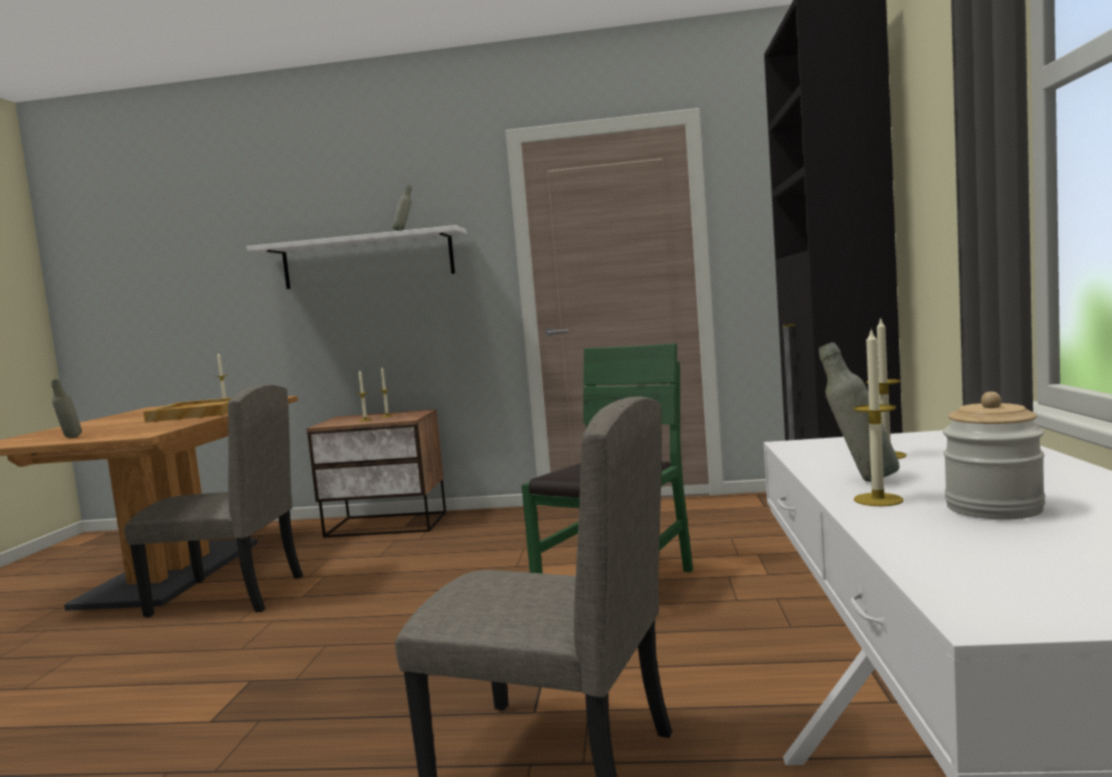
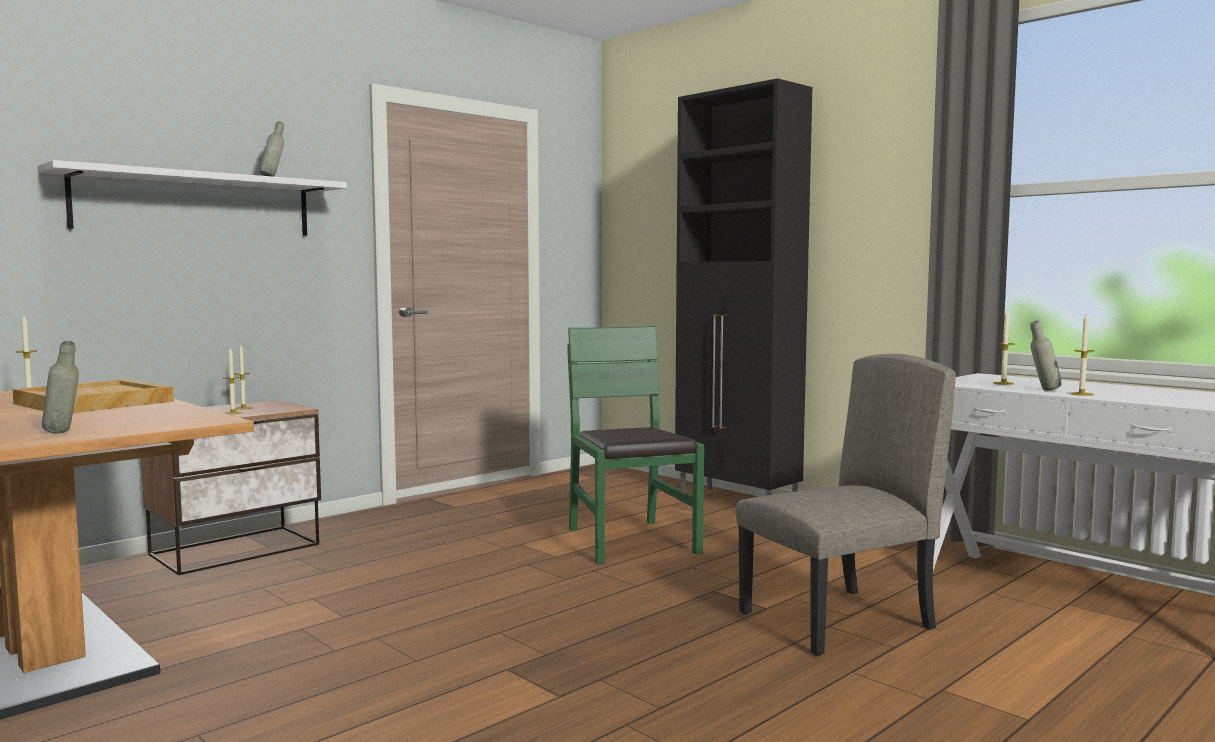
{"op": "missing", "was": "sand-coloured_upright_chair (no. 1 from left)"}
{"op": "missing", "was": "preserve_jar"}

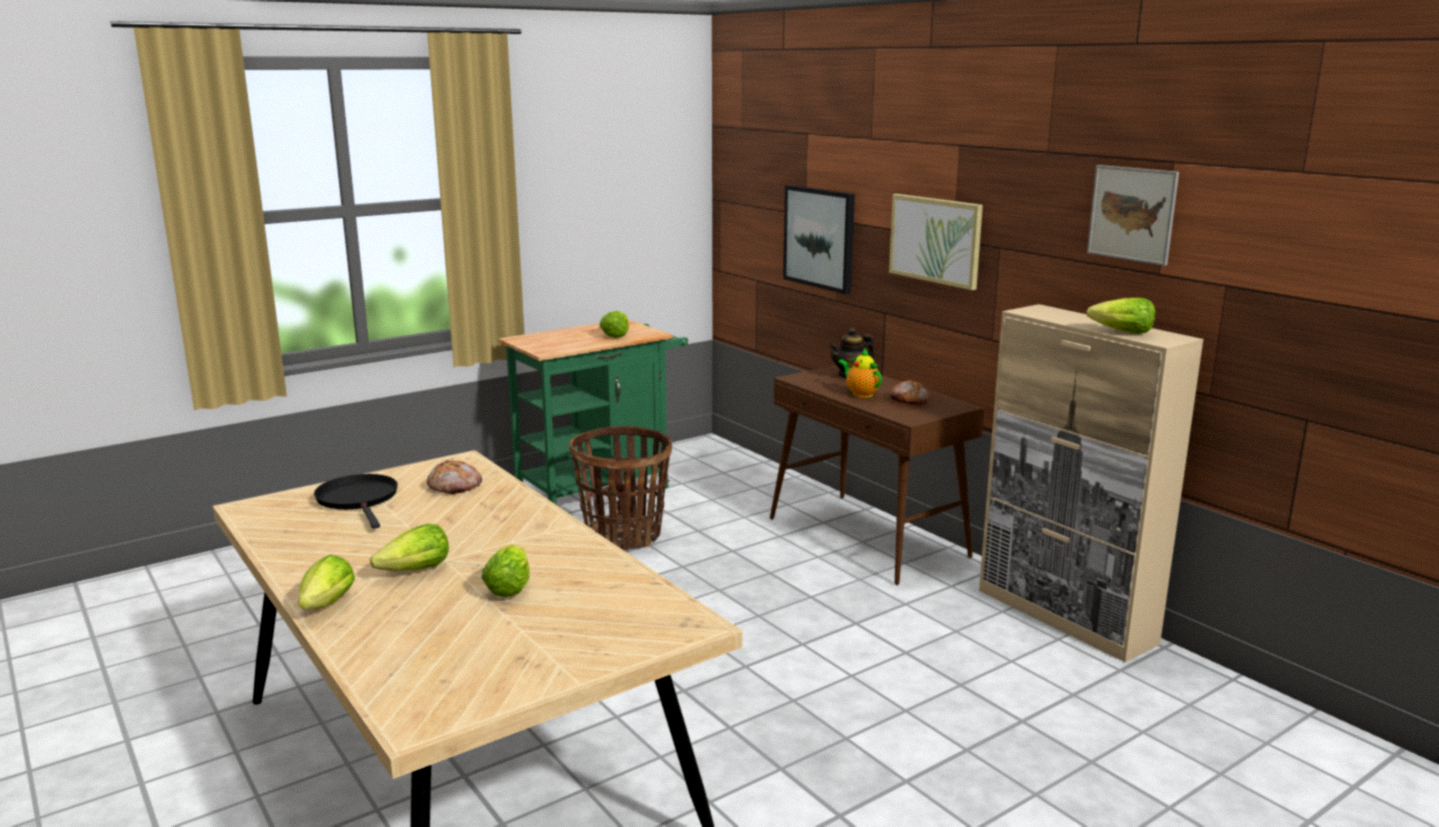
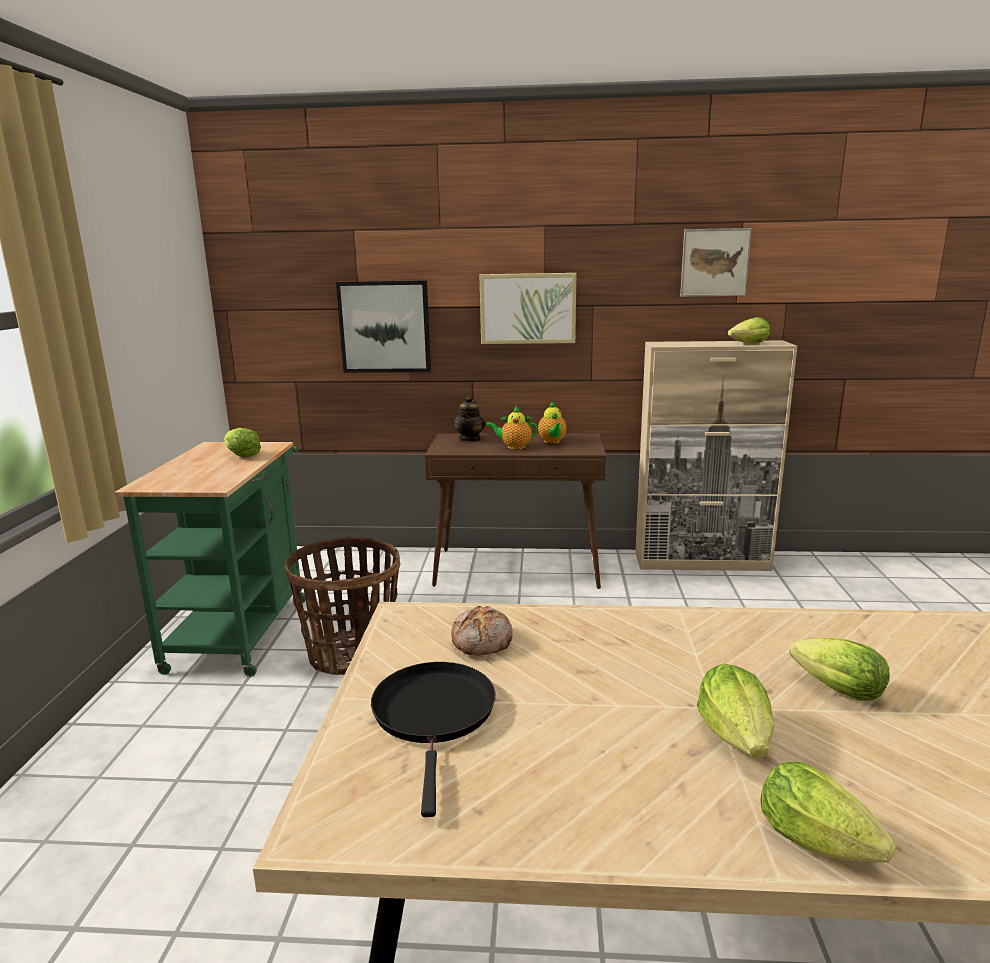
{"op": "exchanged", "was": "bread (no. 2 from left)", "now": "teapot (no. 3 from left)"}
{"op": "spun", "was": "black_pan", "clockwise": 75}

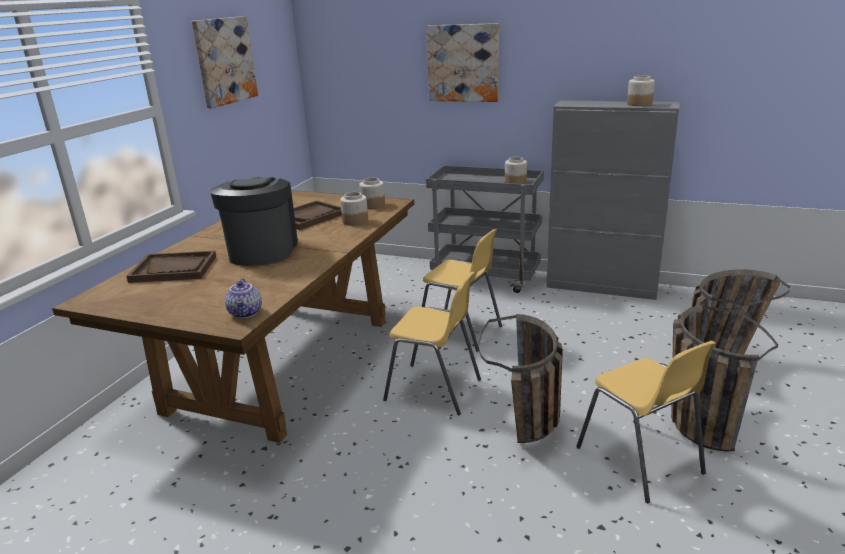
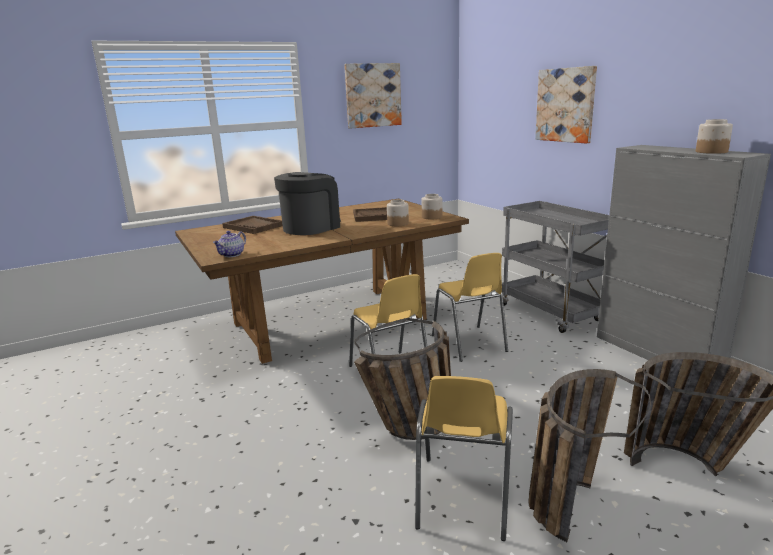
{"op": "missing", "was": "preserve_jar (no. 3 from left)"}

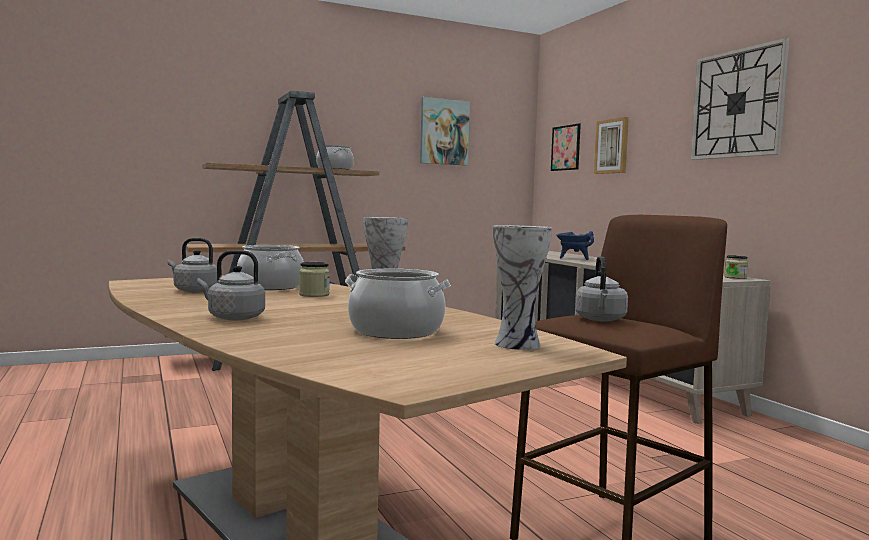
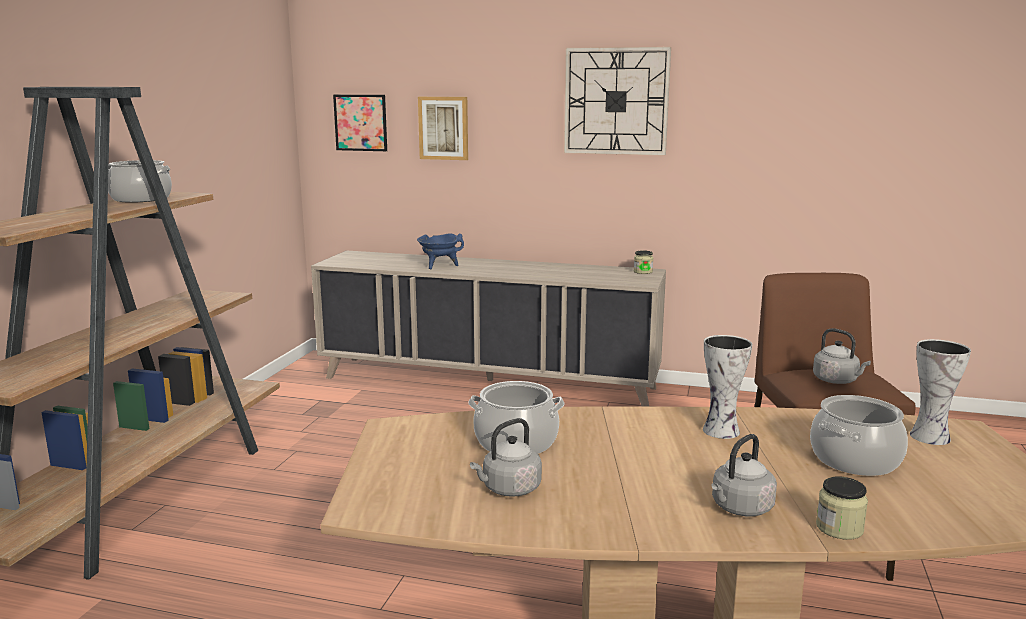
{"op": "missing", "was": "wall_art (no. 1 from left)"}
{"op": "relocated", "was": "preserve_jar (no. 1 from left in the first image)", "now": "preserve_jar (no. 2 from left)"}

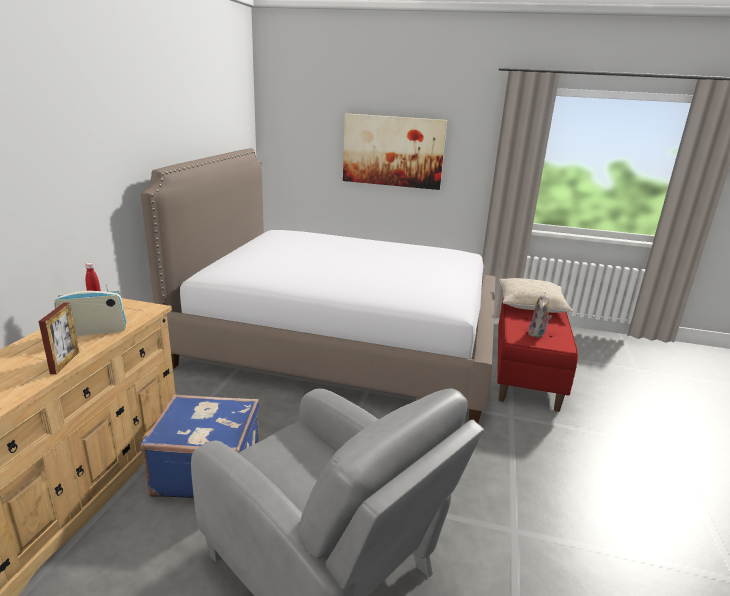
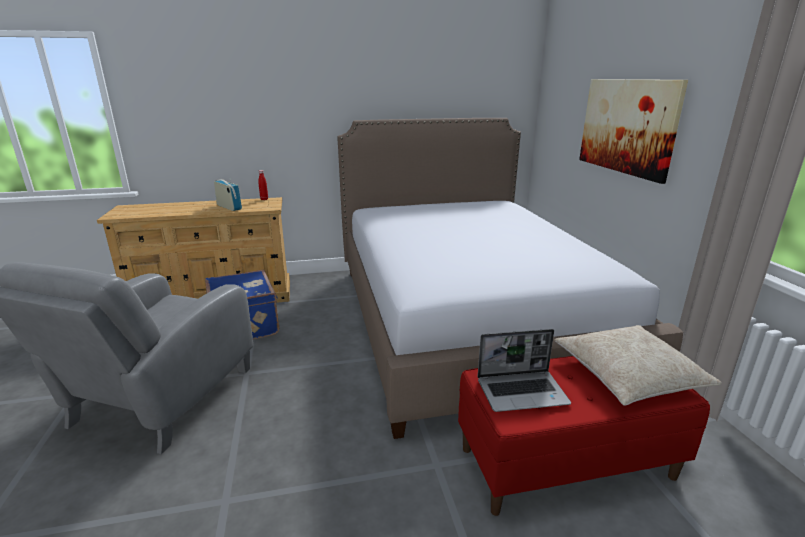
{"op": "missing", "was": "picture_frame"}
{"op": "exchanged", "was": "plush_toy", "now": "portable_computer"}

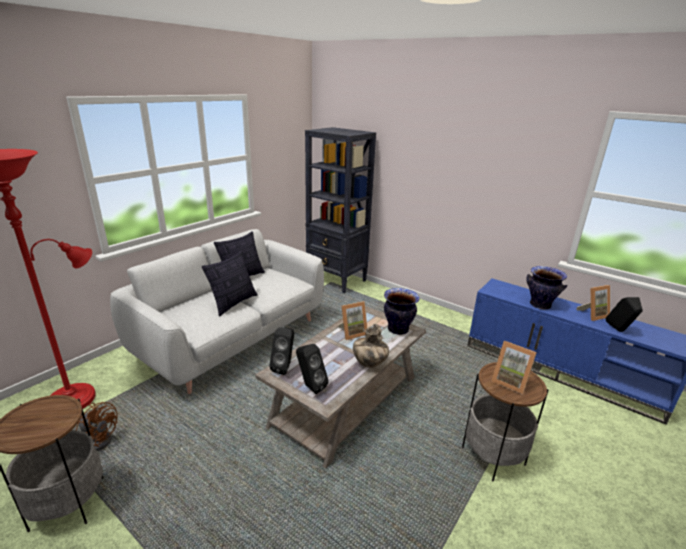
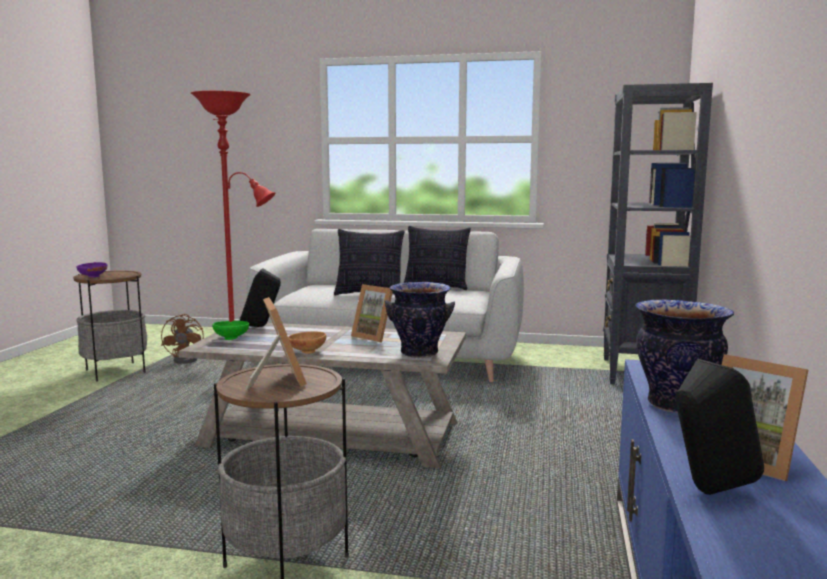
{"op": "appeared", "now": "purple-coloured_deep_dish"}
{"op": "exchanged", "was": "black_audio_speaker (no. 2 from left)", "now": "greenish_deep_dish"}
{"op": "exchanged", "was": "flower_vase (no. 1 from left)", "now": "brown_deep_dish"}
{"op": "spun", "was": "picture_frame (no. 2 from left in the first image)", "clockwise": 150}

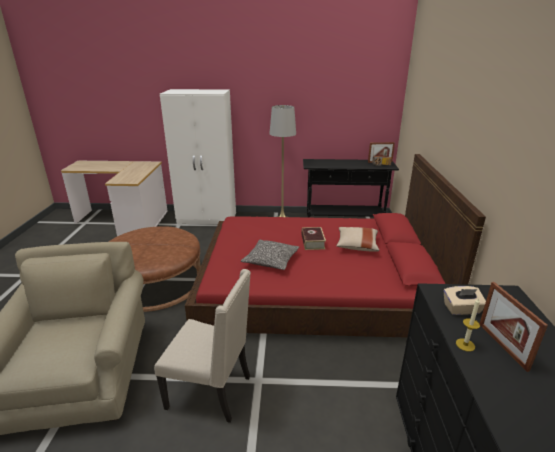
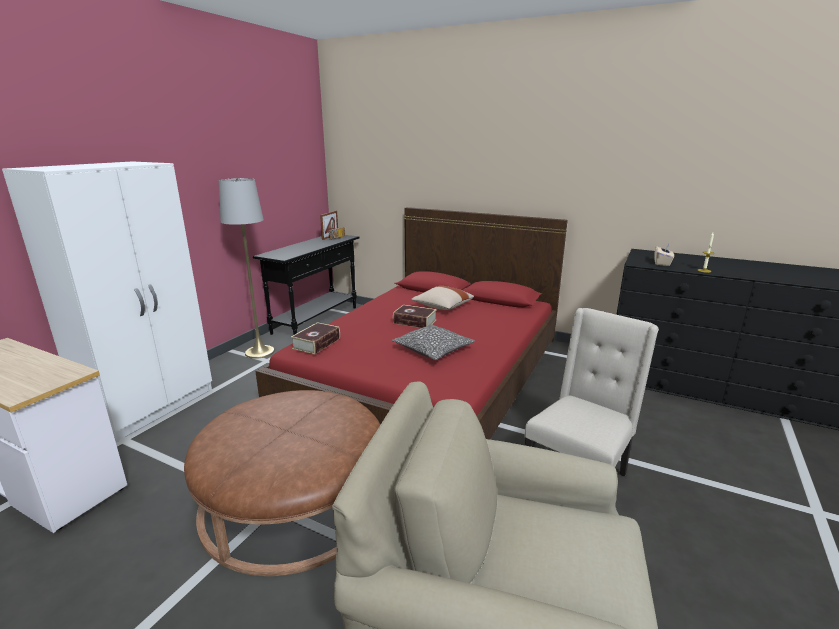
{"op": "missing", "was": "picture_frame (no. 2 from left)"}
{"op": "appeared", "now": "volume (no. 1 from left)"}

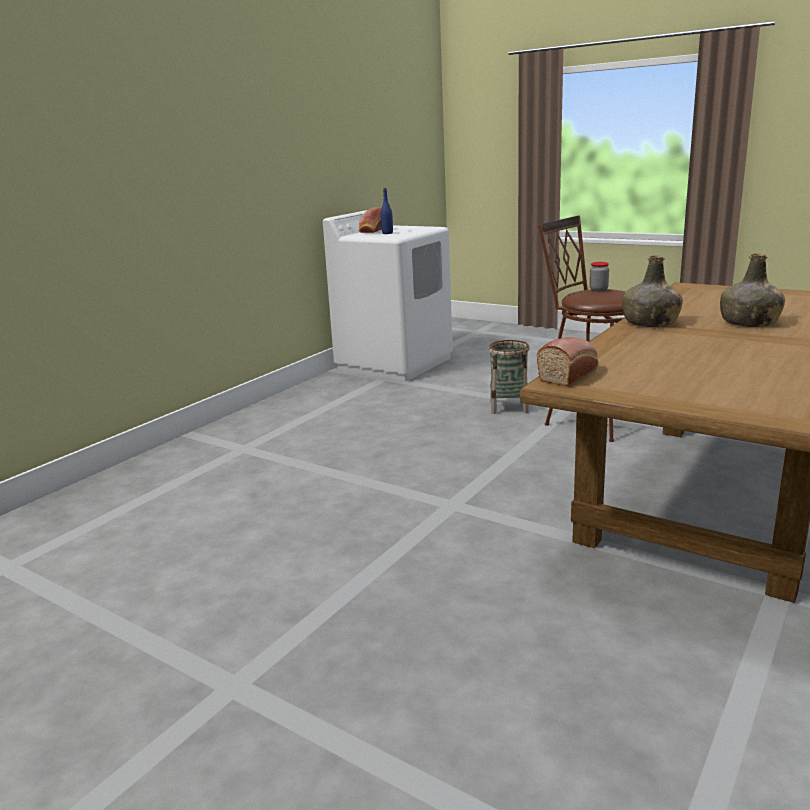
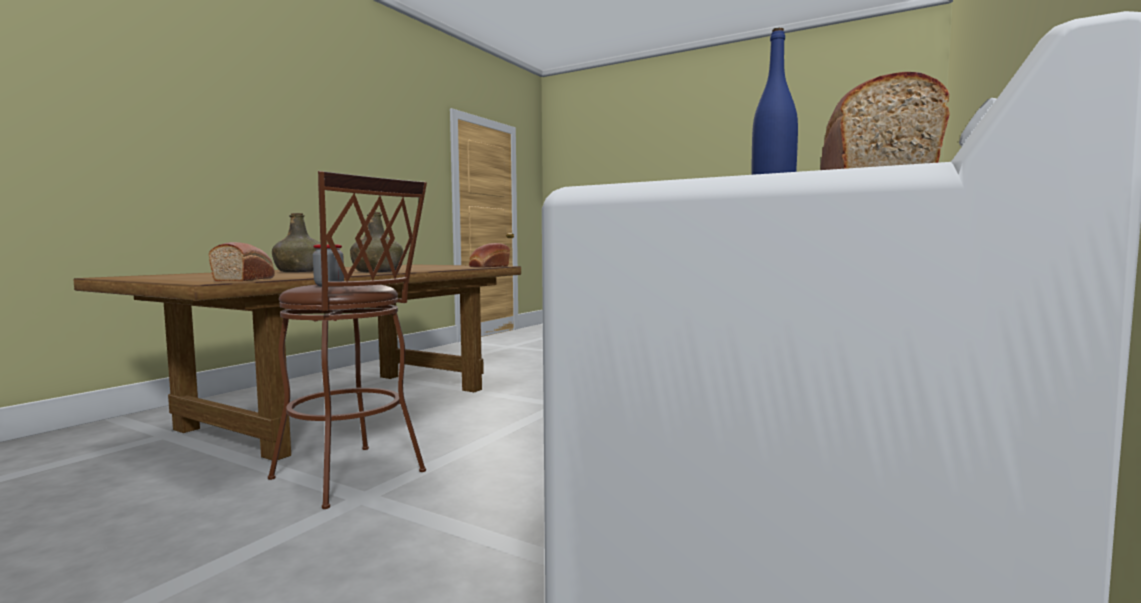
{"op": "missing", "was": "storage_basket"}
{"op": "appeared", "now": "bread (no. 1 from left)"}

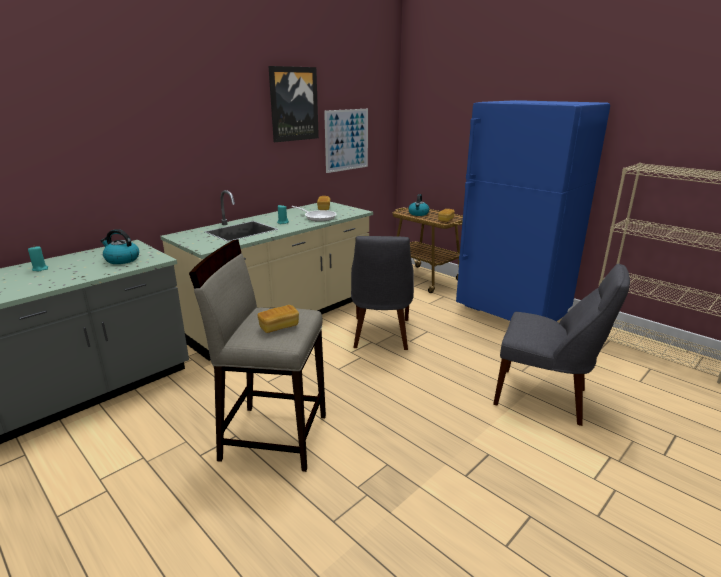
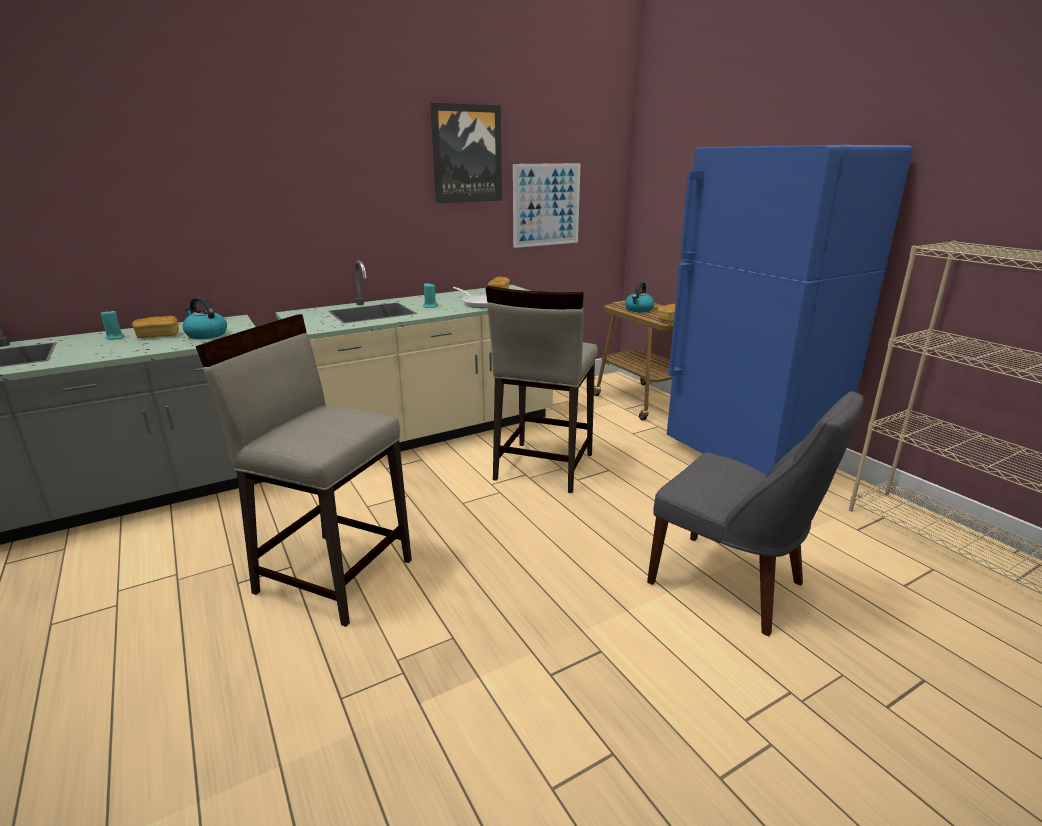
{"op": "relocated", "was": "bread (no. 1 from left)"}
{"op": "exchanged", "was": "grey_upright_chair (no. 1 from left)", "now": "sand-coloured_stool_seat (no. 2 from left)"}

